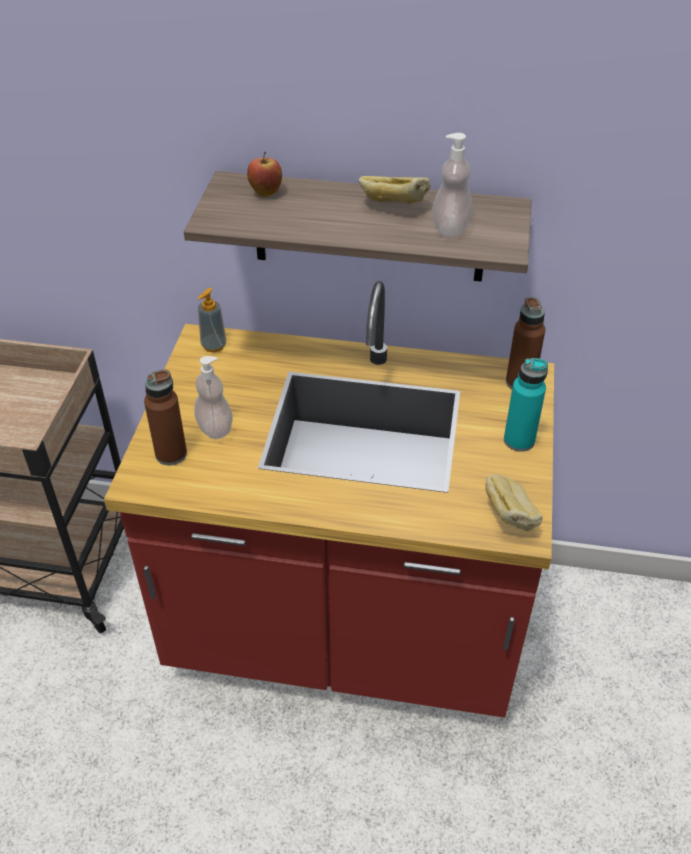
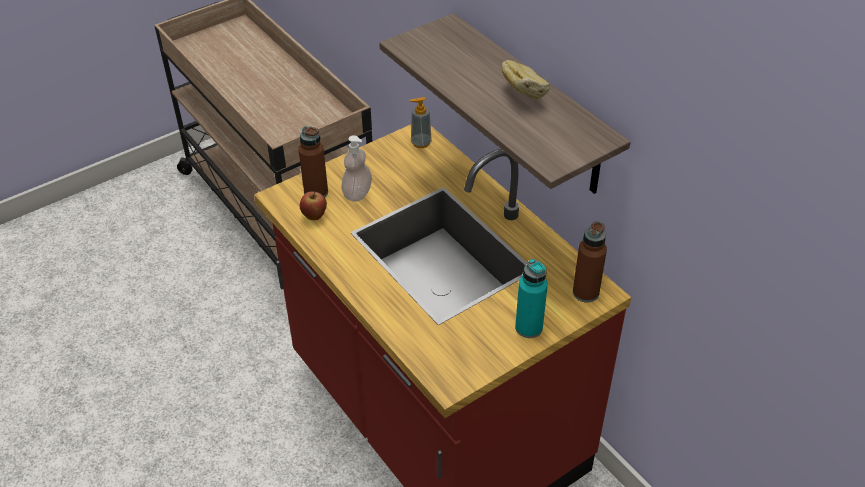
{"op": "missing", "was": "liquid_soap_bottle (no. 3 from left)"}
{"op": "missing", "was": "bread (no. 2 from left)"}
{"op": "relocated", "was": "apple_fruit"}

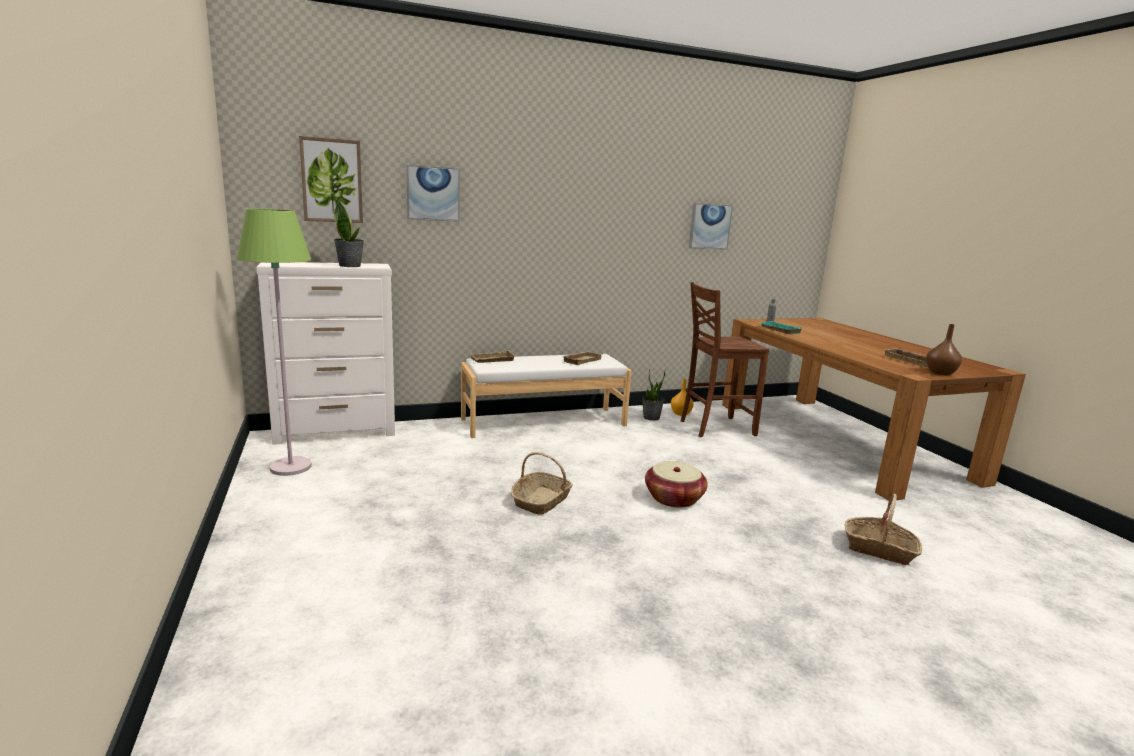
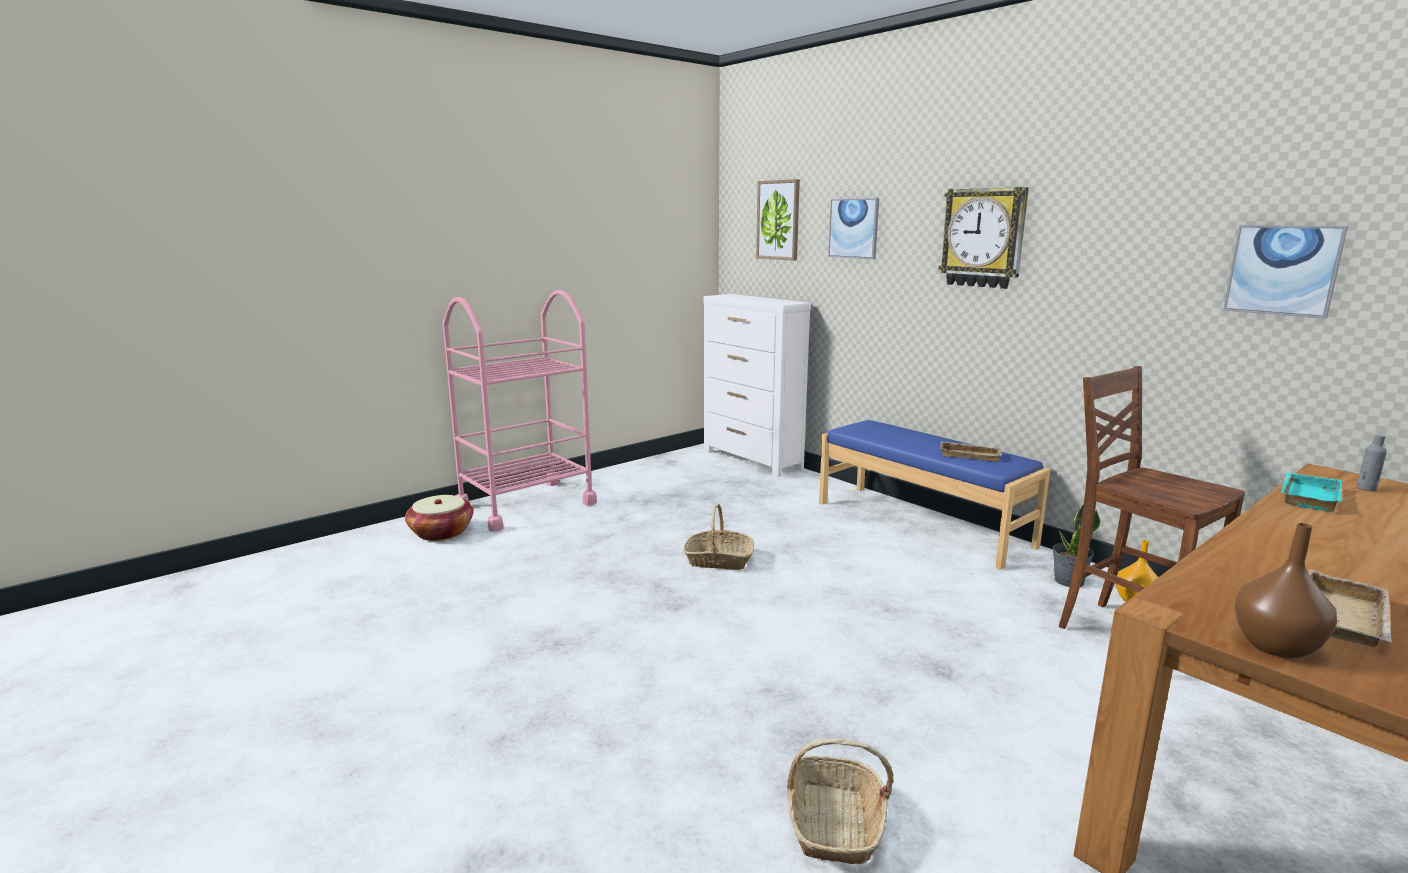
{"op": "missing", "was": "greenish_standard_lamp"}
{"op": "missing", "was": "houseplant (no. 1 from left)"}
{"op": "missing", "was": "sand-coloured_serving_tray (no. 1 from left)"}
{"op": "appeared", "now": "pinkish_wheeled_cart"}
{"op": "appeared", "now": "clock_on_the_wall"}
{"op": "relocated", "was": "storage_basket (no. 2 from left in the first image)", "now": "storage_basket (no. 1 from left)"}
{"op": "colour", "was": "white-coloured_bench", "now": "bluish_bench"}

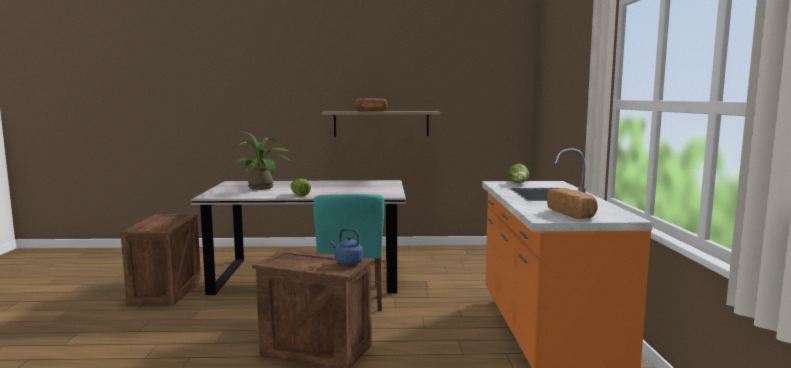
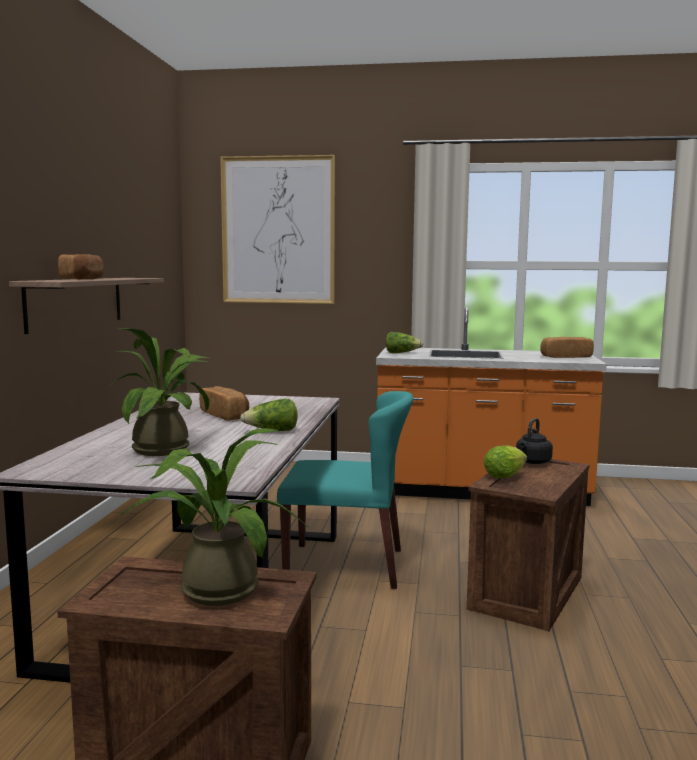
{"op": "appeared", "now": "houseplant (no. 2 from left)"}
{"op": "appeared", "now": "bread (no. 2 from left)"}
{"op": "appeared", "now": "wall_art"}
{"op": "appeared", "now": "head_of_lettuce (no. 3 from left)"}
{"op": "colour", "was": "bluish_tea_kettle", "now": "black_tea_kettle"}

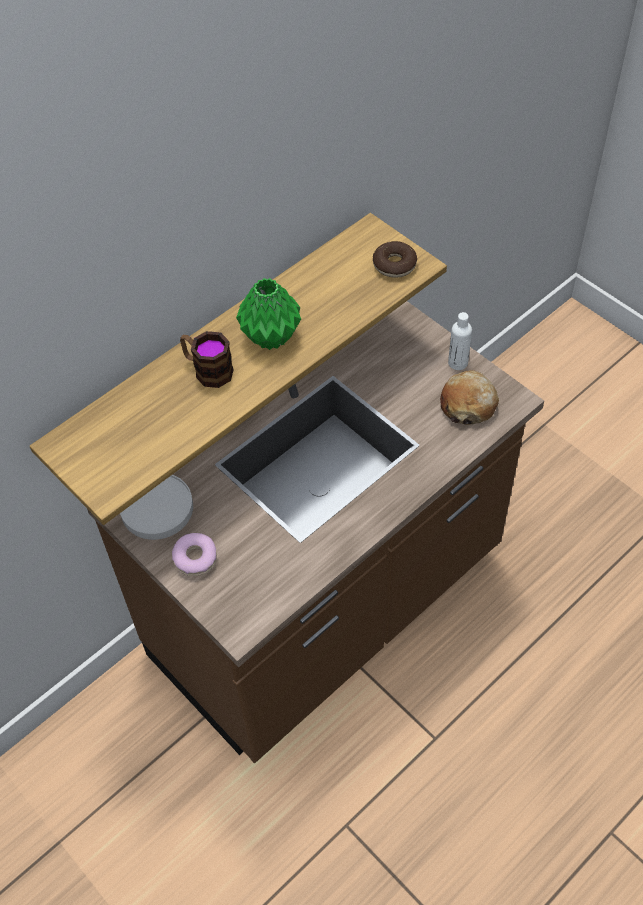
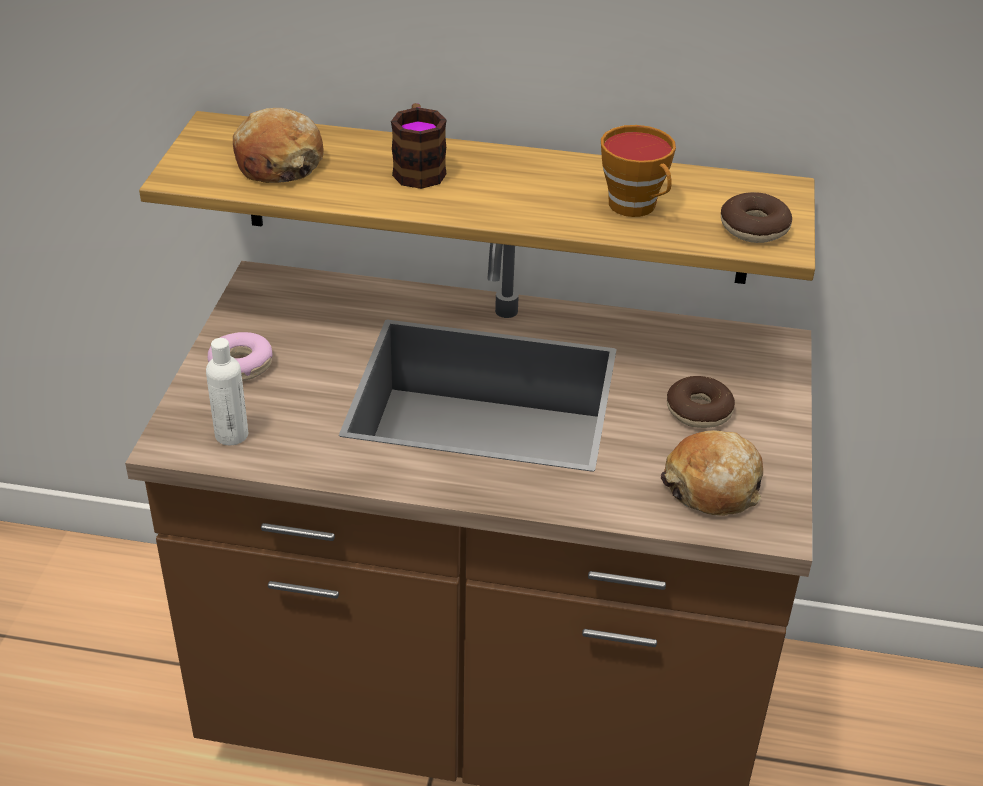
{"op": "missing", "was": "white-coloured_flat_dish"}
{"op": "missing", "was": "greenish_flower_vase"}
{"op": "appeared", "now": "bread (no. 1 from left)"}
{"op": "appeared", "now": "cup"}
{"op": "appeared", "now": "donut (no. 2 from left)"}
{"op": "relocated", "was": "white-coloured_beverage_bottle"}

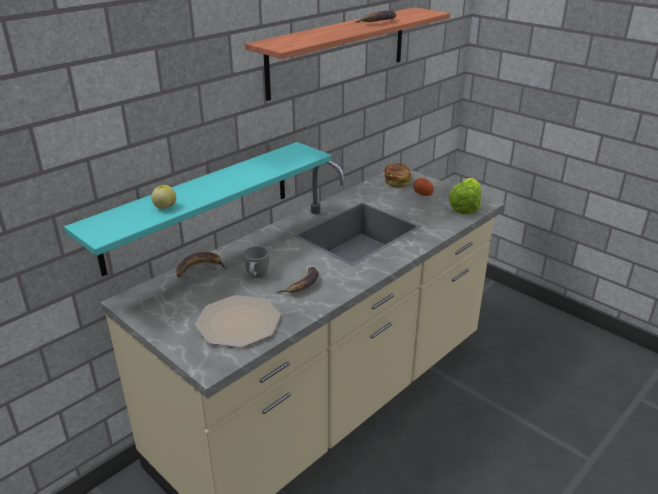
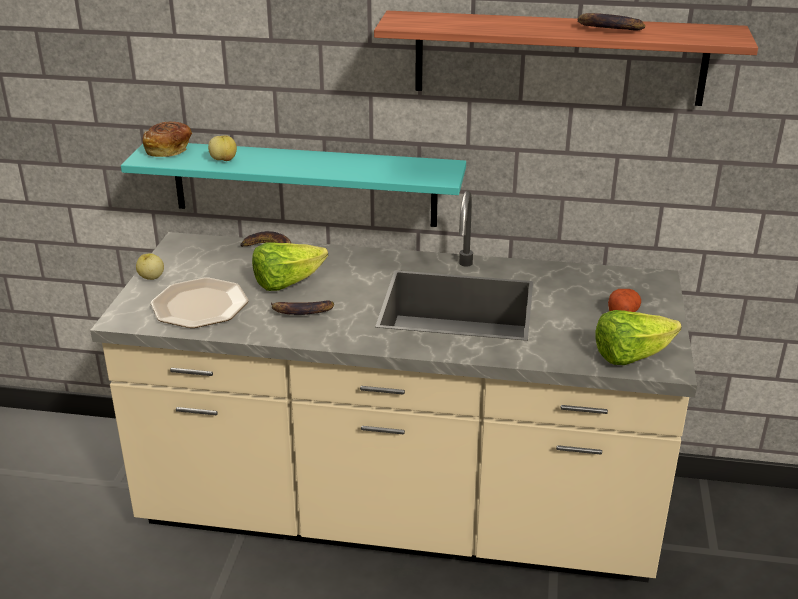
{"op": "appeared", "now": "apple_fruit (no. 1 from left)"}
{"op": "relocated", "was": "bread"}
{"op": "exchanged", "was": "grey_tea_mug", "now": "head_of_lettuce (no. 1 from left)"}

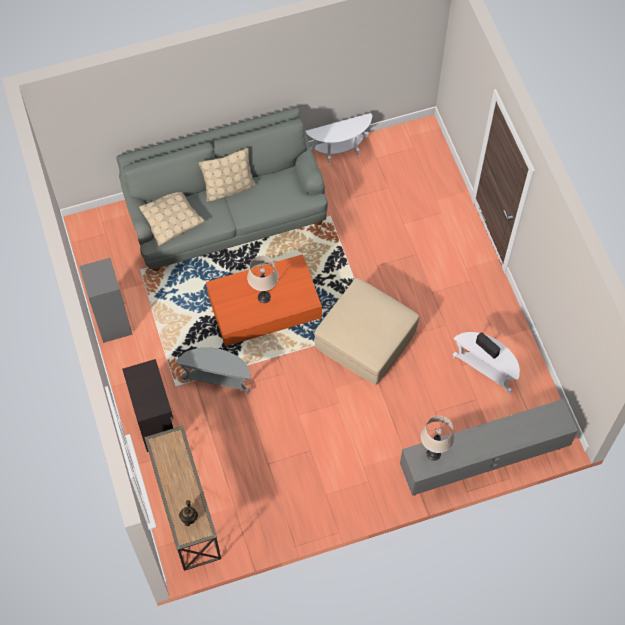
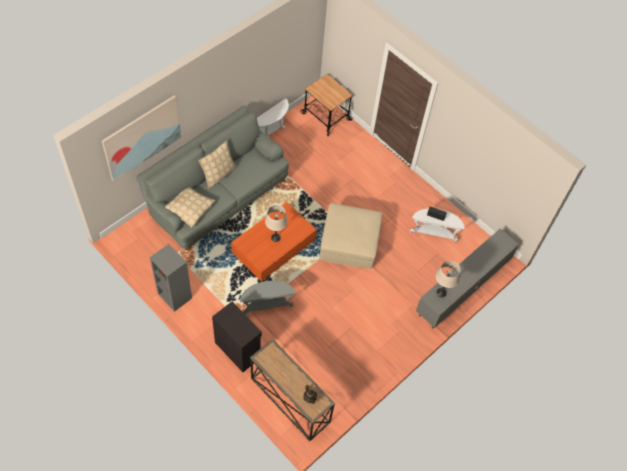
{"op": "appeared", "now": "wall_art"}
{"op": "appeared", "now": "wheeled_cart"}

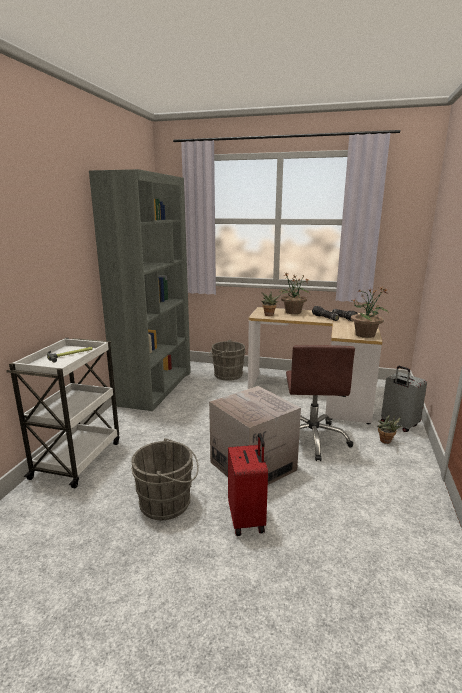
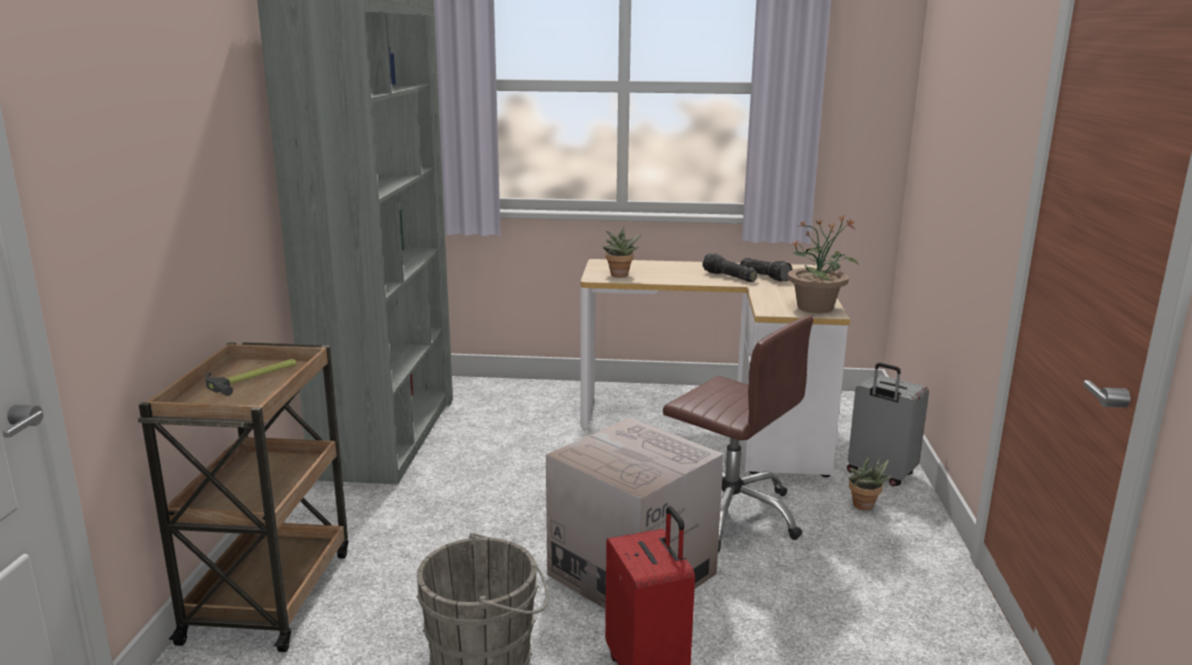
{"op": "missing", "was": "grey_pail (no. 2 from left)"}
{"op": "missing", "was": "houseplant (no. 2 from left)"}
{"op": "colour", "was": "white-coloured_wheeled_cart", "now": "brown_wheeled_cart"}
{"op": "spun", "was": "brown_office_chair", "clockwise": -45}

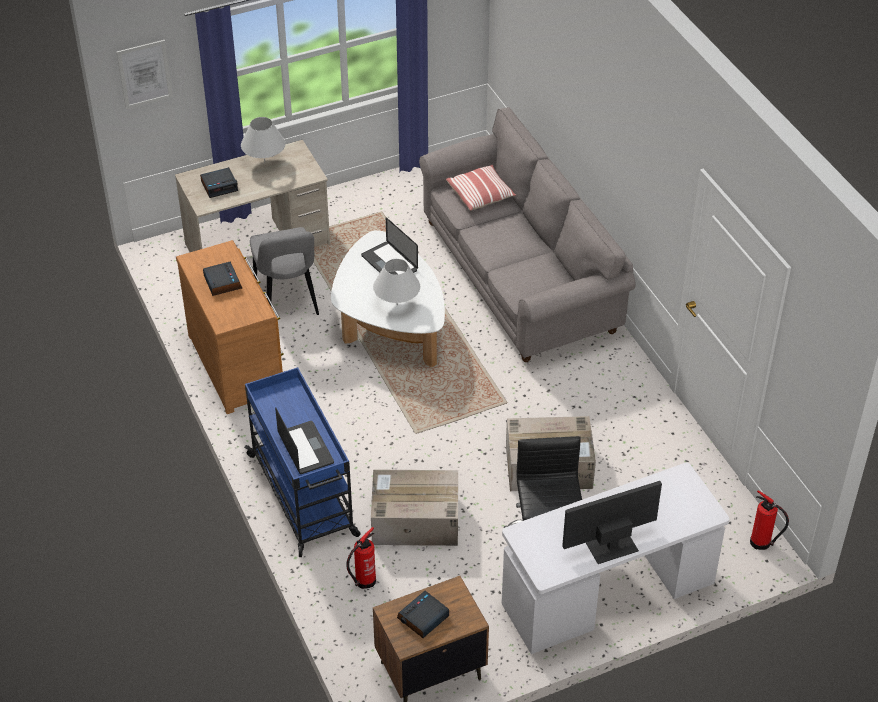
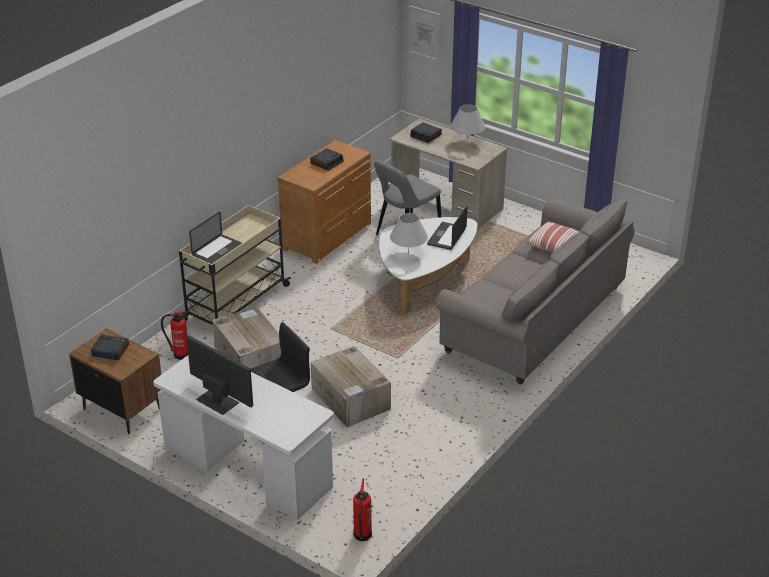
{"op": "colour", "was": "bluish_wheeled_cart", "now": "sand-coloured_wheeled_cart"}

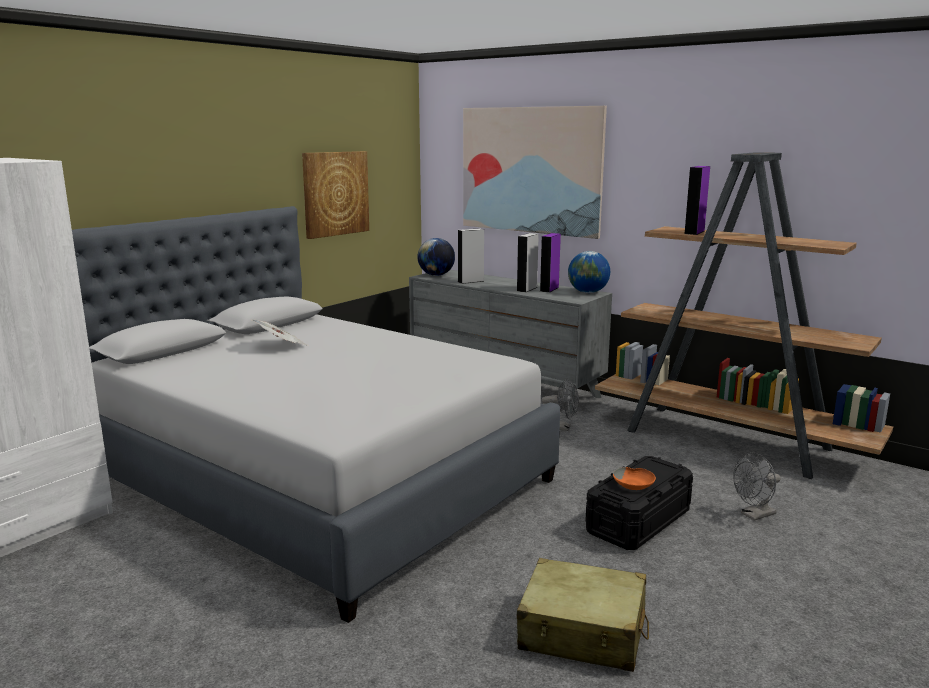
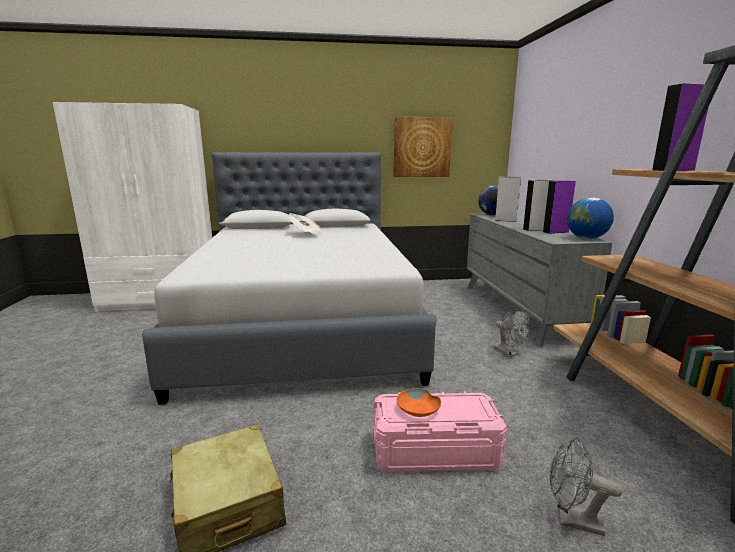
{"op": "missing", "was": "wall_art (no. 2 from left)"}
{"op": "colour", "was": "black_storage_bin", "now": "pinkish_storage_bin"}

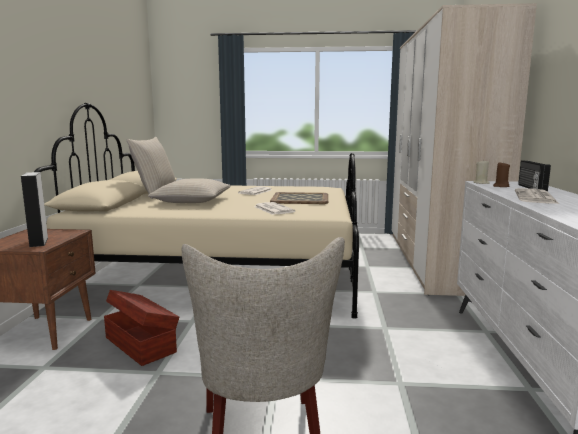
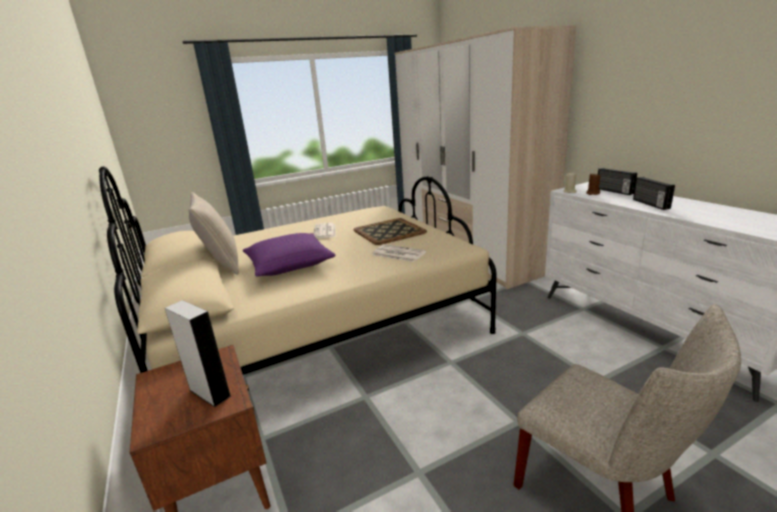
{"op": "missing", "was": "brown_storage_bin"}
{"op": "exchanged", "was": "daily_paper (no. 3 from left)", "now": "radio (no. 2 from left)"}
{"op": "colour", "was": "sand-coloured_cushion (no. 2 from left)", "now": "purple-coloured_cushion"}

